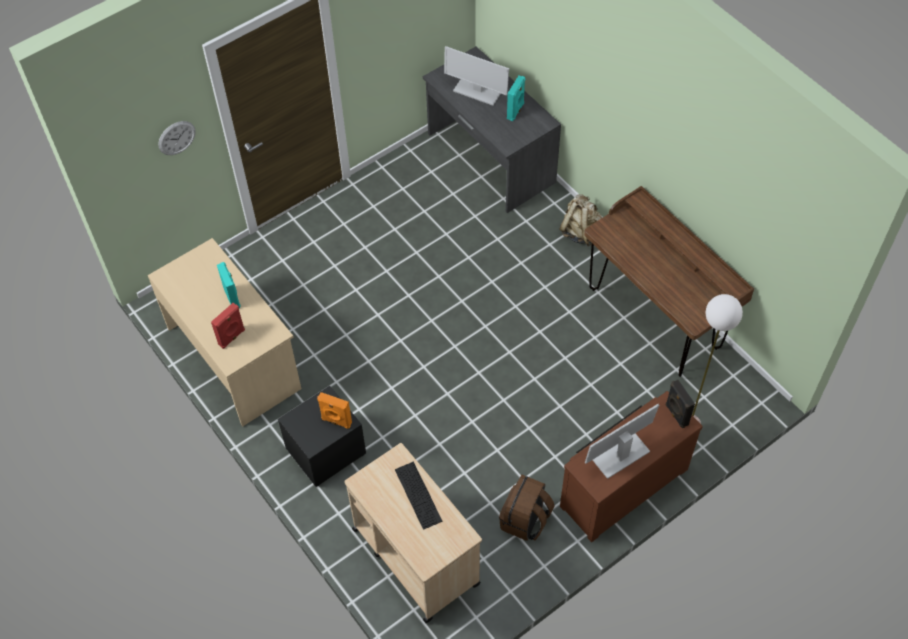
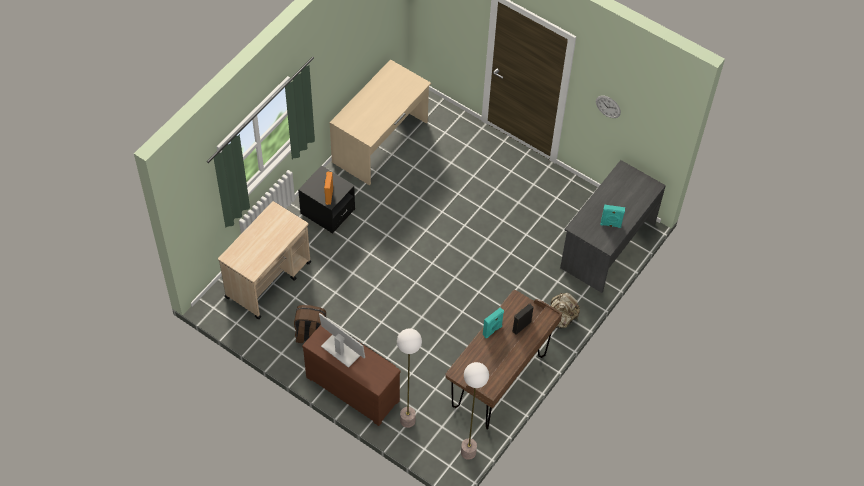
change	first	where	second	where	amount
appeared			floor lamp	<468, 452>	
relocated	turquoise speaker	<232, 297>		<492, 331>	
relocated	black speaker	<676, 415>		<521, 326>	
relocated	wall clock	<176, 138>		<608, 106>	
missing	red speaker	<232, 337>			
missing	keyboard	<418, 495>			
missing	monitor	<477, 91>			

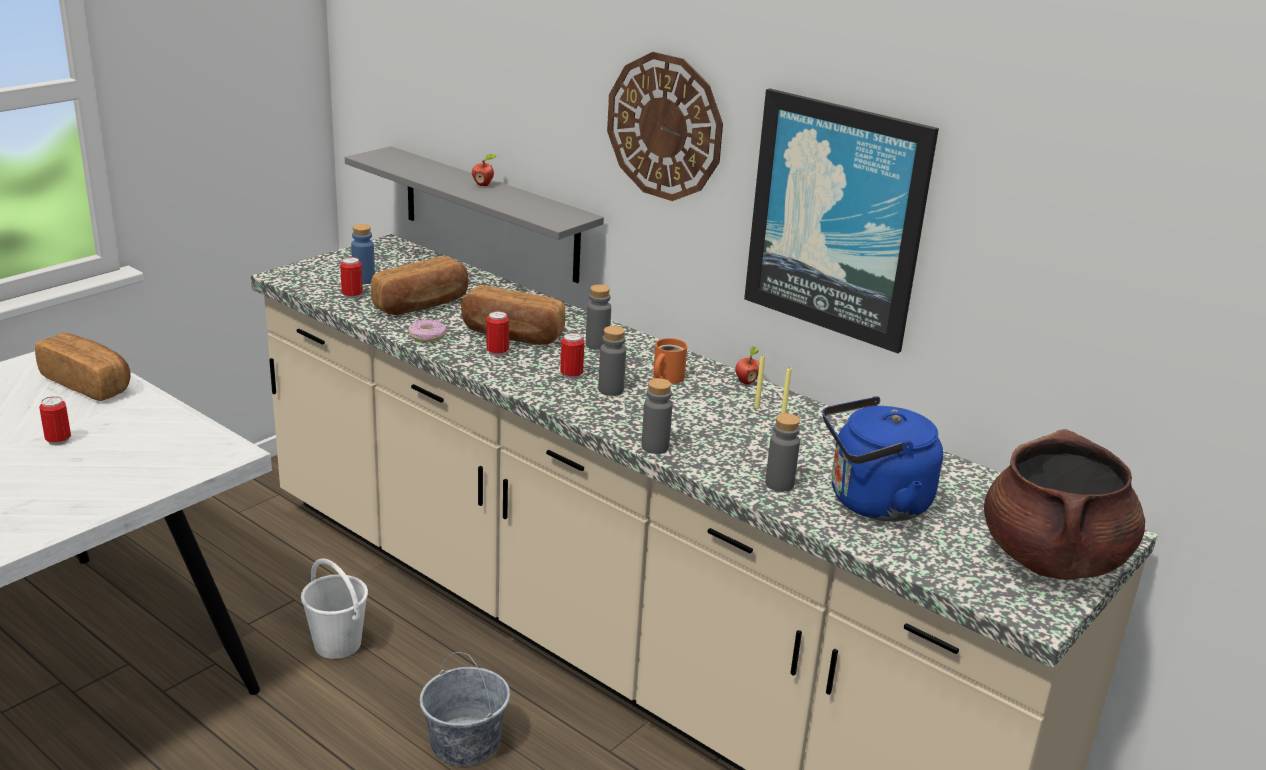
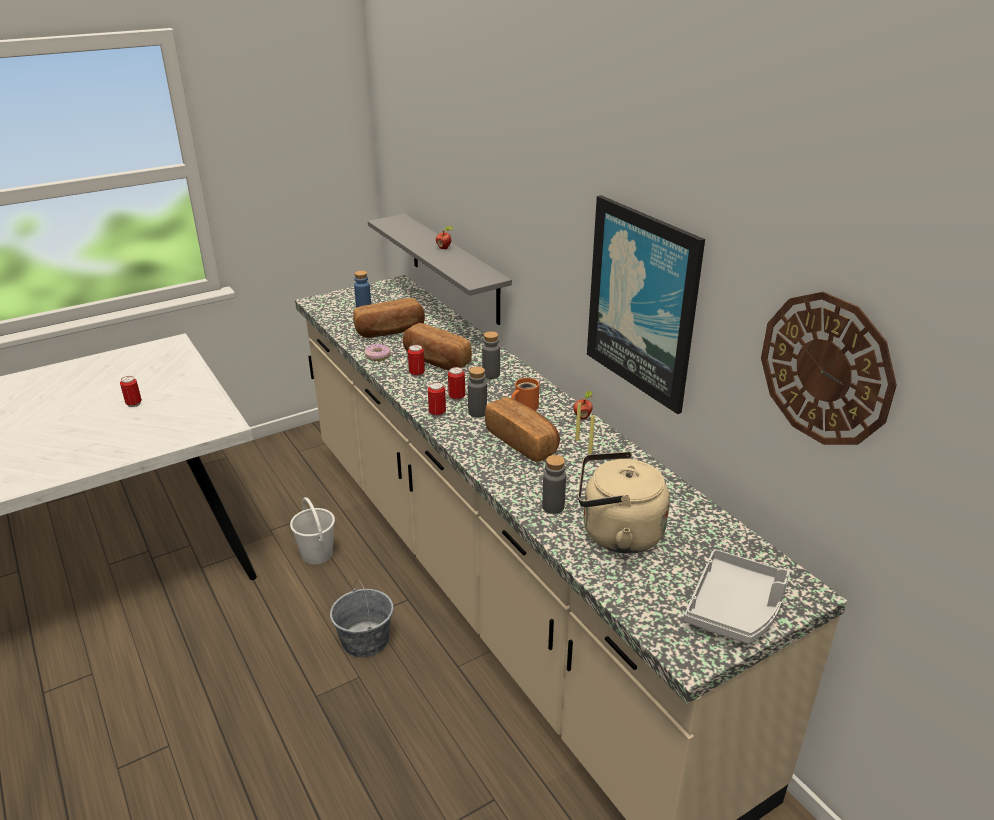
change	first	where	second	where	amount
relocated	can	<352, 296>		<437, 413>	
relocated	bread	<88, 383>		<523, 441>	
colour	blue kettle	<873, 503>	beige kettle	<616, 534>	
exchanged	brown cooking pot	<1052, 559>	grey tray	<735, 608>	
relocated	wall clock	<665, 127>		<826, 369>	
missing	grey bottle	<655, 447>			

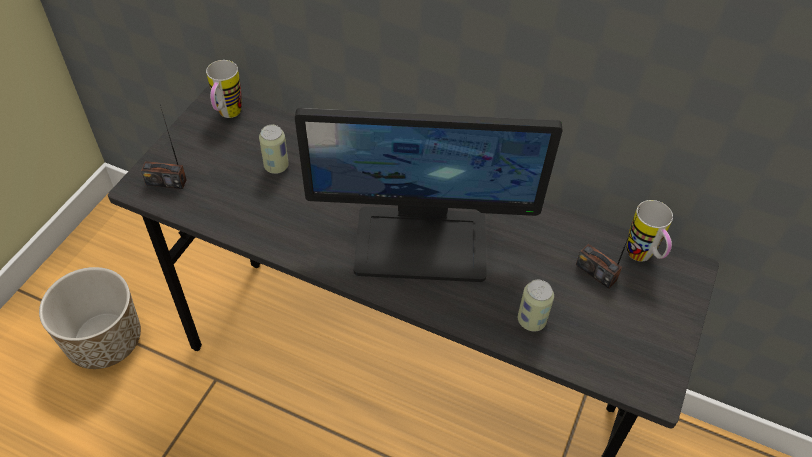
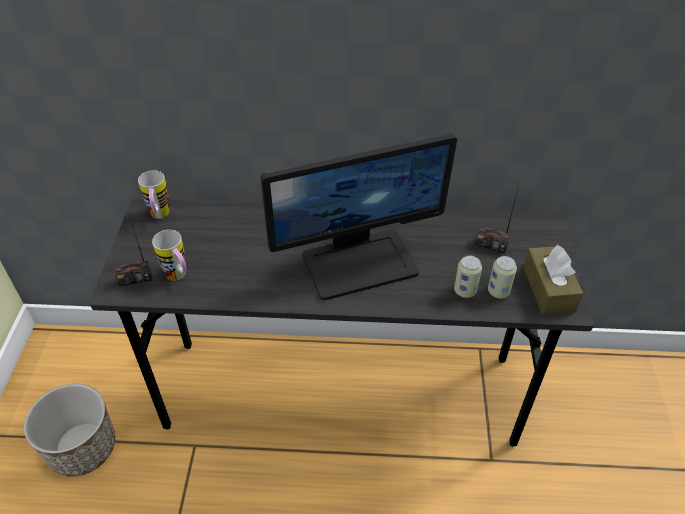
change	first	where	second	where	amount
relocated	mug	<643, 258>		<179, 277>	
relocated	can	<276, 166>		<498, 291>	
appeared			brown tissue box	<548, 289>	

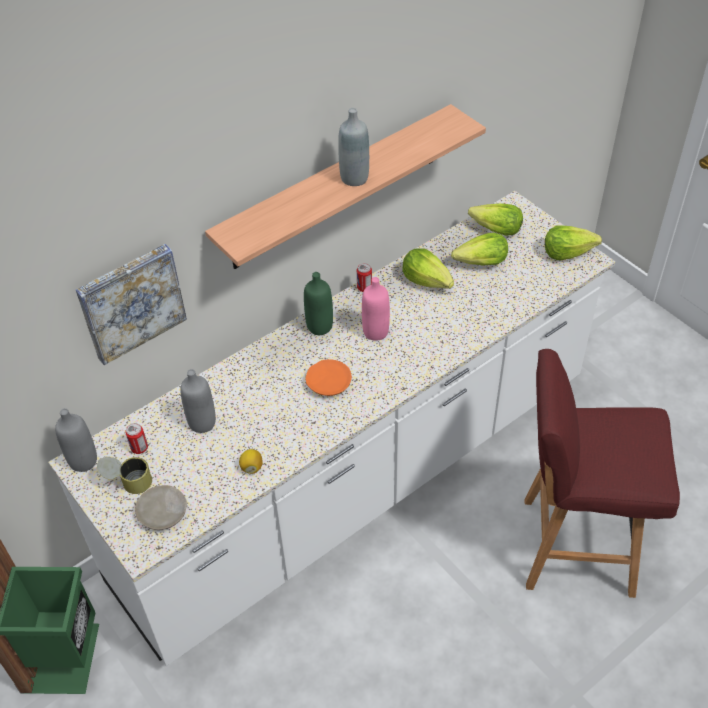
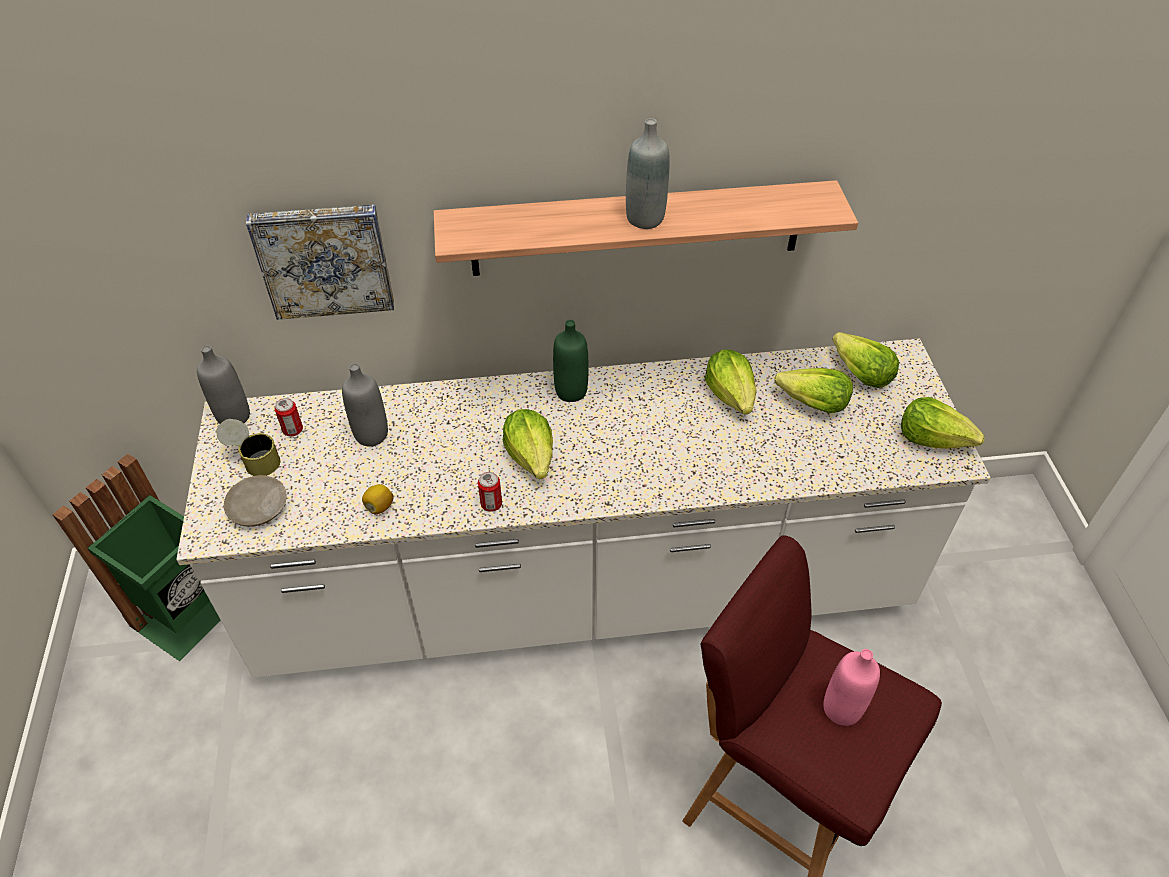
change	first	where	second	where	amount
relocated	can	<364, 288>		<491, 504>	
exchanged	orange plate	<328, 382>	lettuce	<531, 456>	
relocated	pink bottle	<375, 332>		<842, 708>	

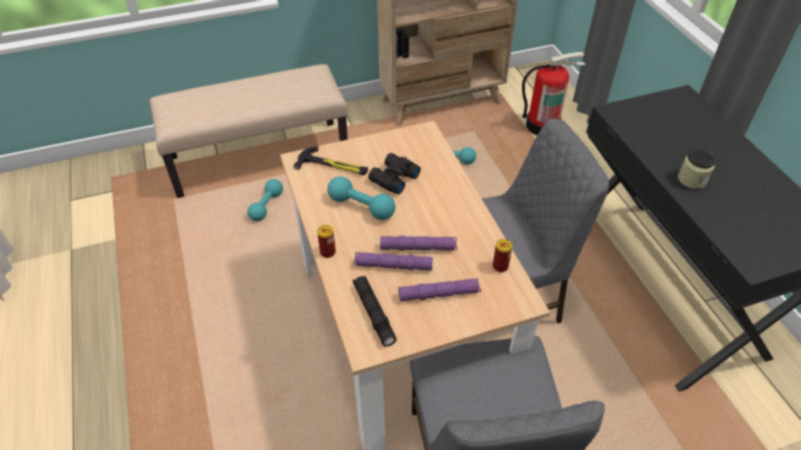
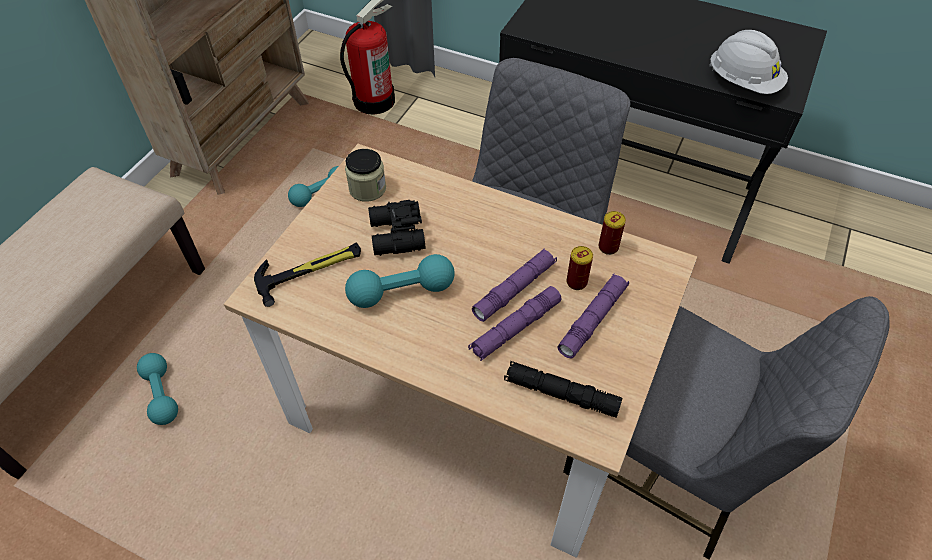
change	first	where	second	where	amount
relocated	jar	<692, 179>		<367, 189>	
relocated	can	<328, 252>		<576, 282>	
appeared			white hard hat	<743, 83>	

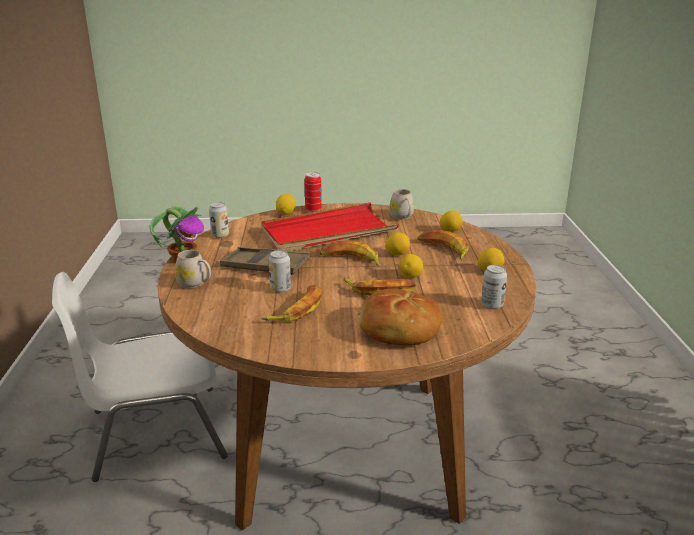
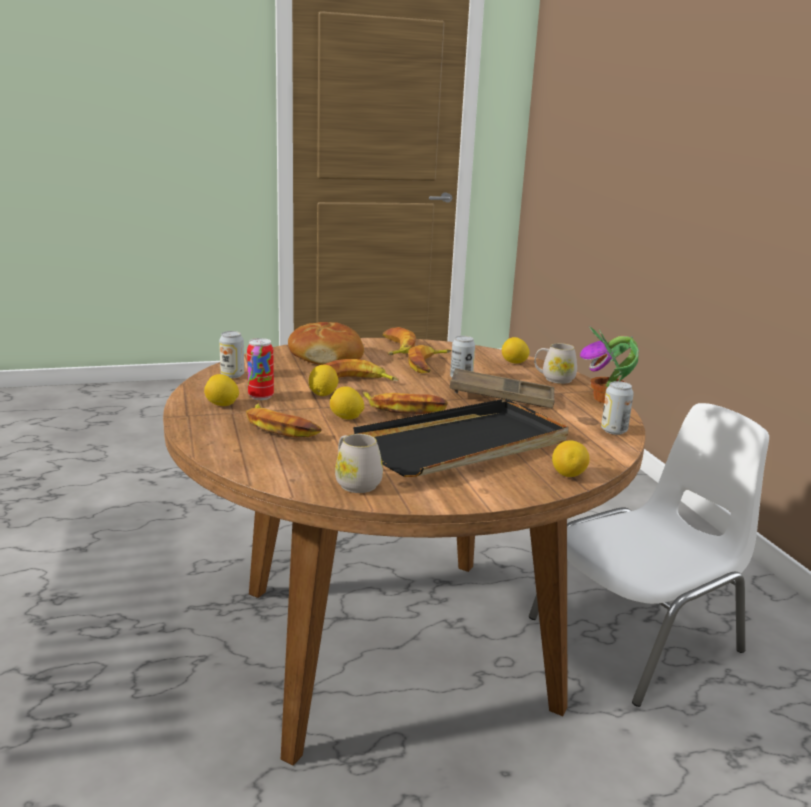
change	first	where	second	where	amount
relocated	can	<313, 210>		<261, 396>	
colour	red tray	<328, 232>	black tray	<465, 444>	
appeared			banana	<395, 348>	
relocated	lemon	<450, 231>		<514, 363>	

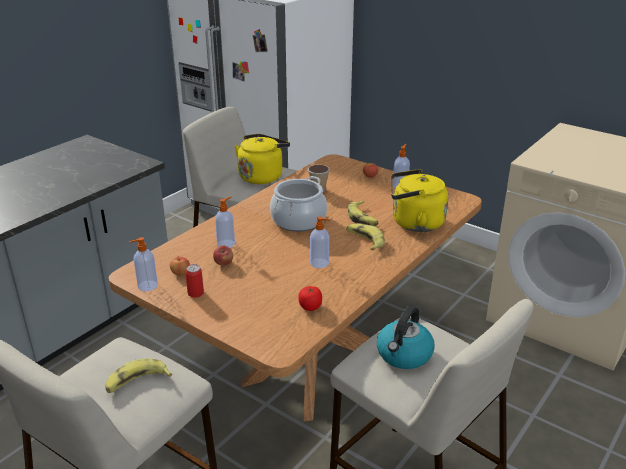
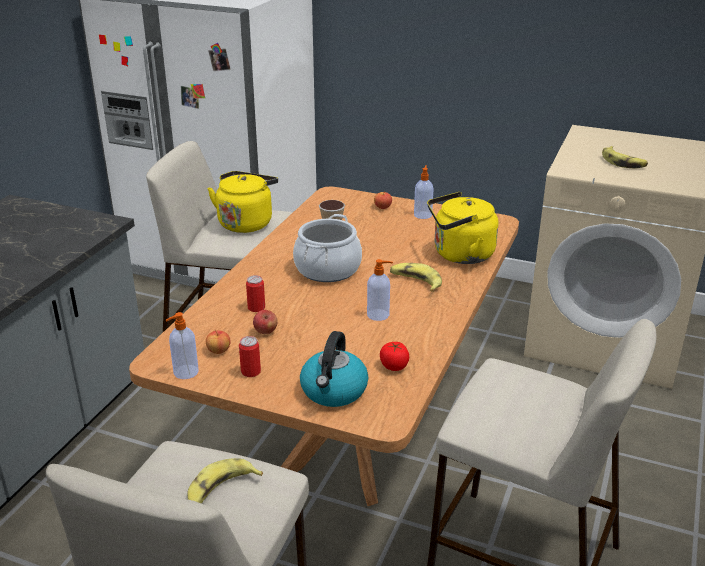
change	first	where	second	where	amount
exchanged	soap dispenser	<226, 244>	can	<256, 308>	
relocated	kettle	<404, 355>		<334, 391>	
relocated	banana	<363, 218>		<623, 162>	

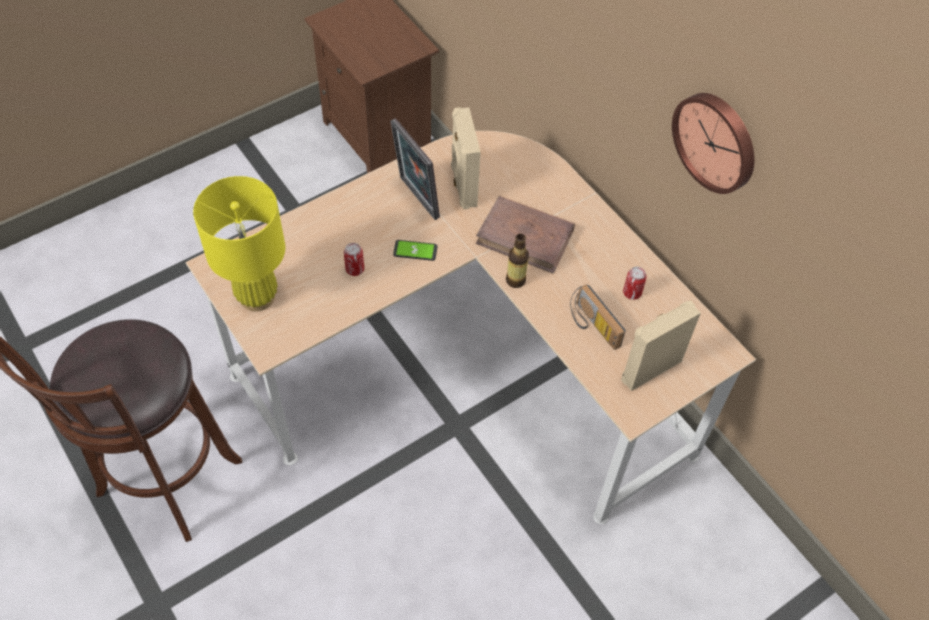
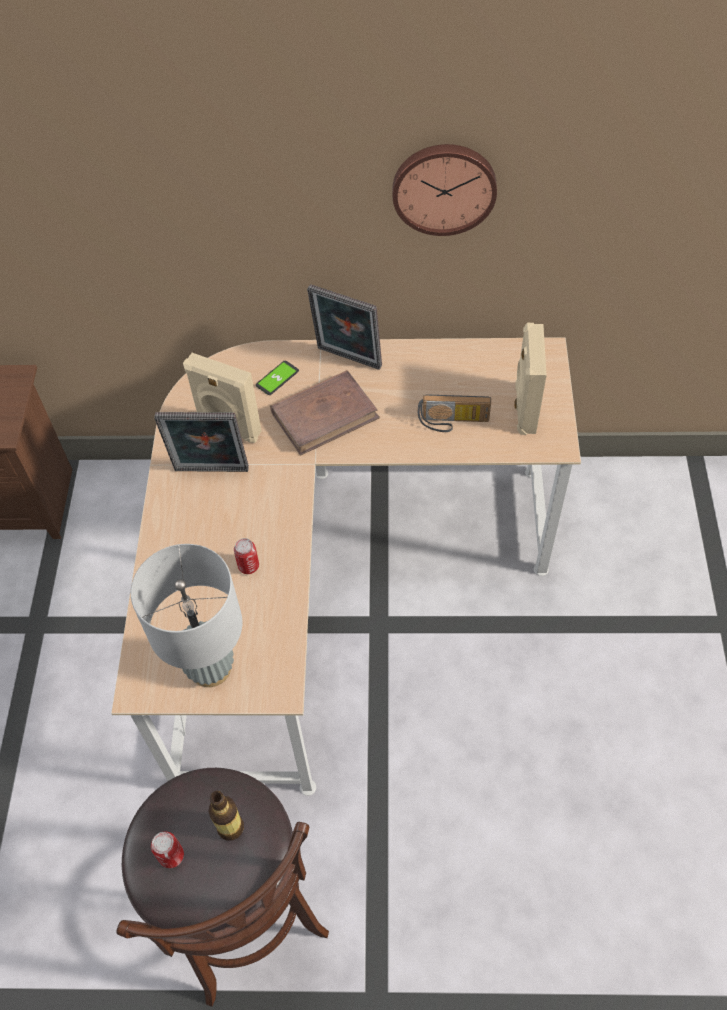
change	first	where	second	where	amount
colour	yellow table lamp	<257, 296>	grey table lamp	<210, 667>	
relocated	can	<632, 293>		<171, 855>	
relocated	bottle	<515, 280>		<230, 827>	
relocated	phone	<415, 251>		<277, 378>	
appeared			picture frame	<347, 360>	

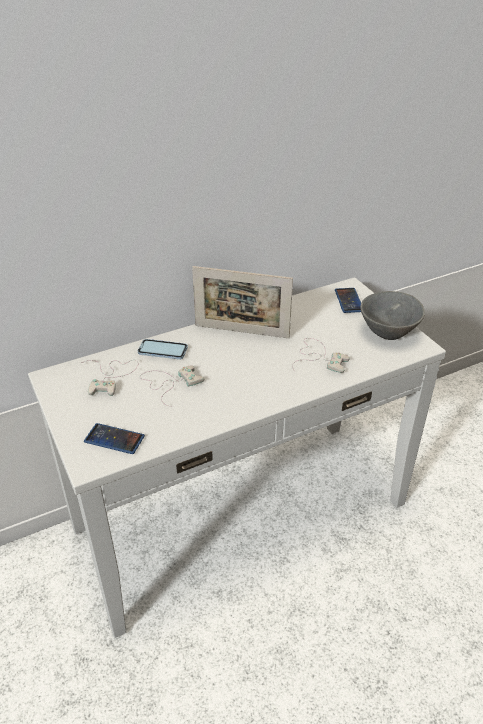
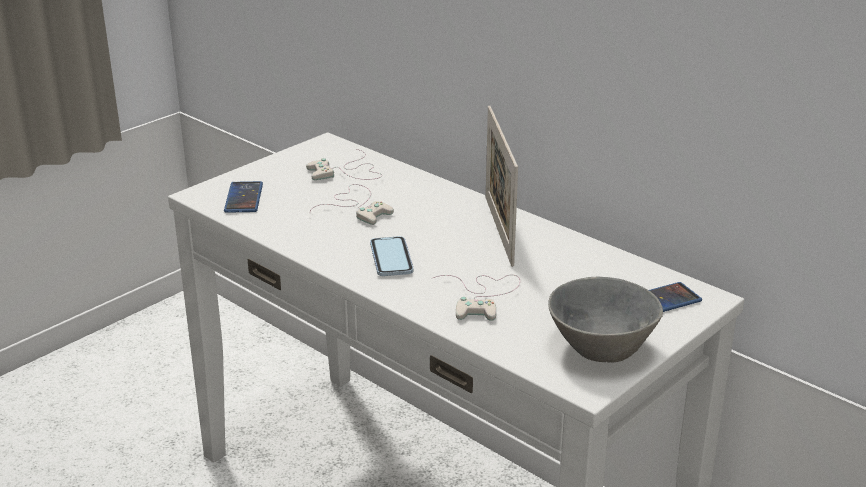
change	first	where	second	where	amount
relocated	phone	<163, 350>		<391, 258>	

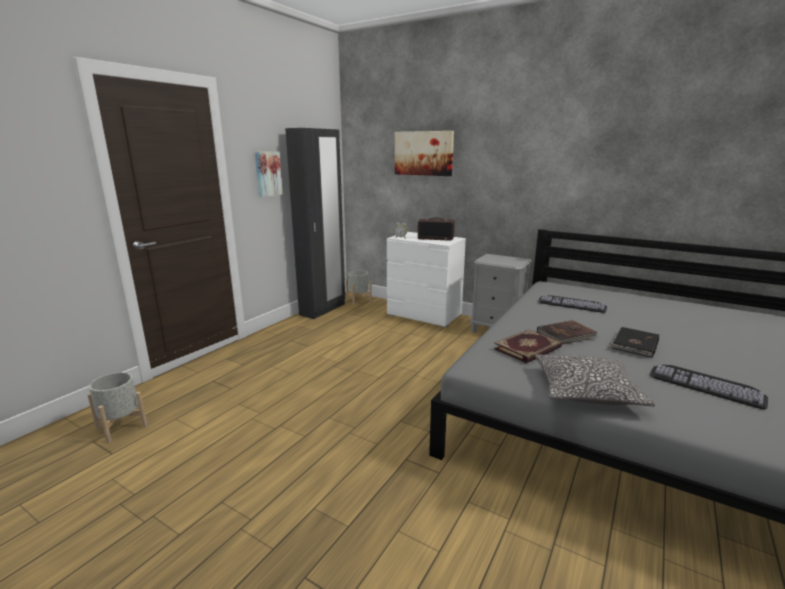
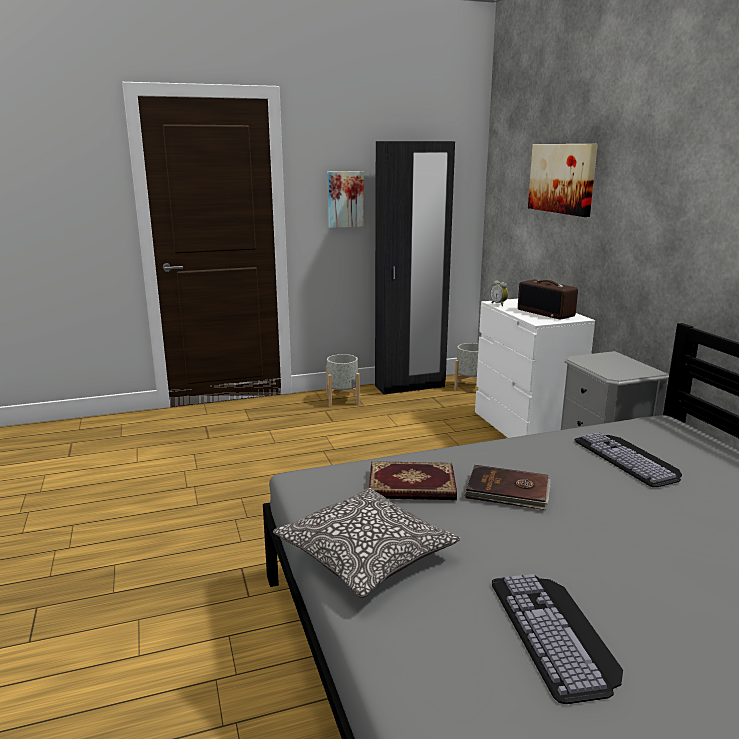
change	first	where	second	where	amount
relocated	grey planter	<121, 426>		<342, 400>	
missing	black book	<634, 344>			

